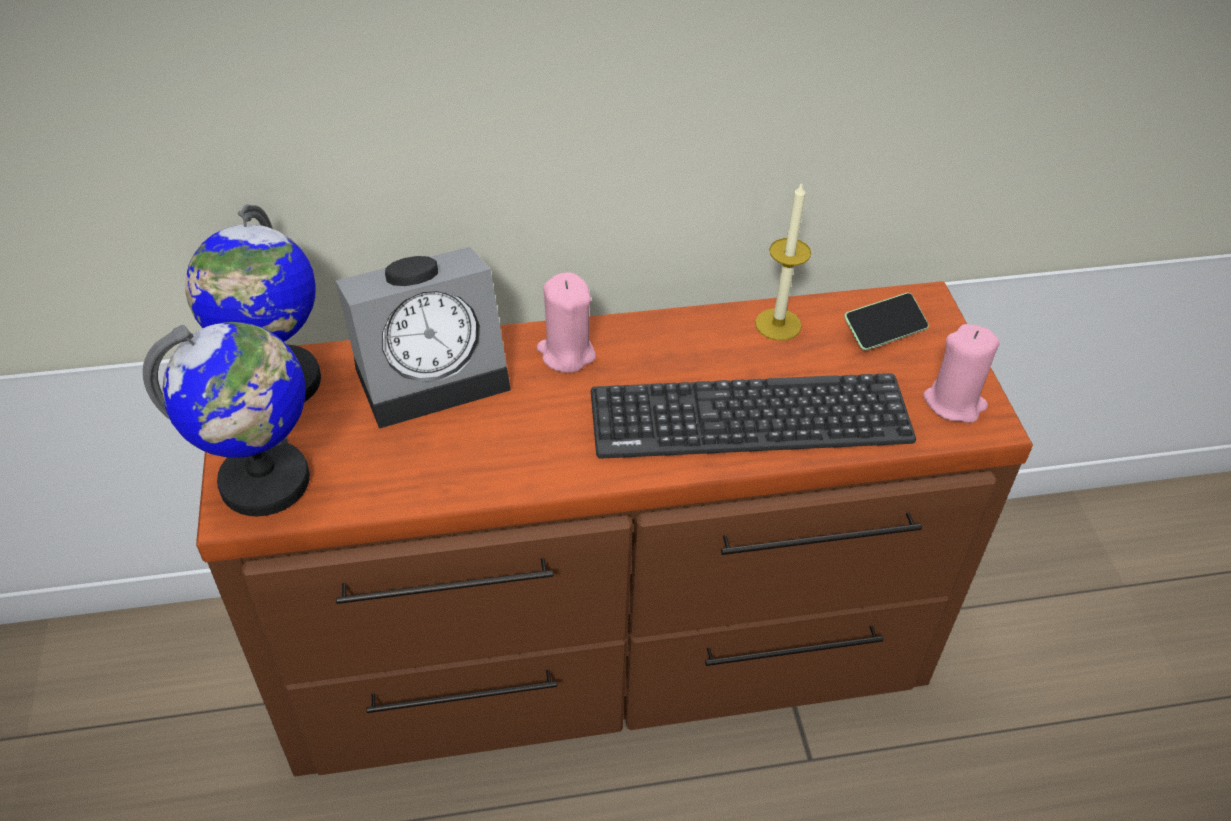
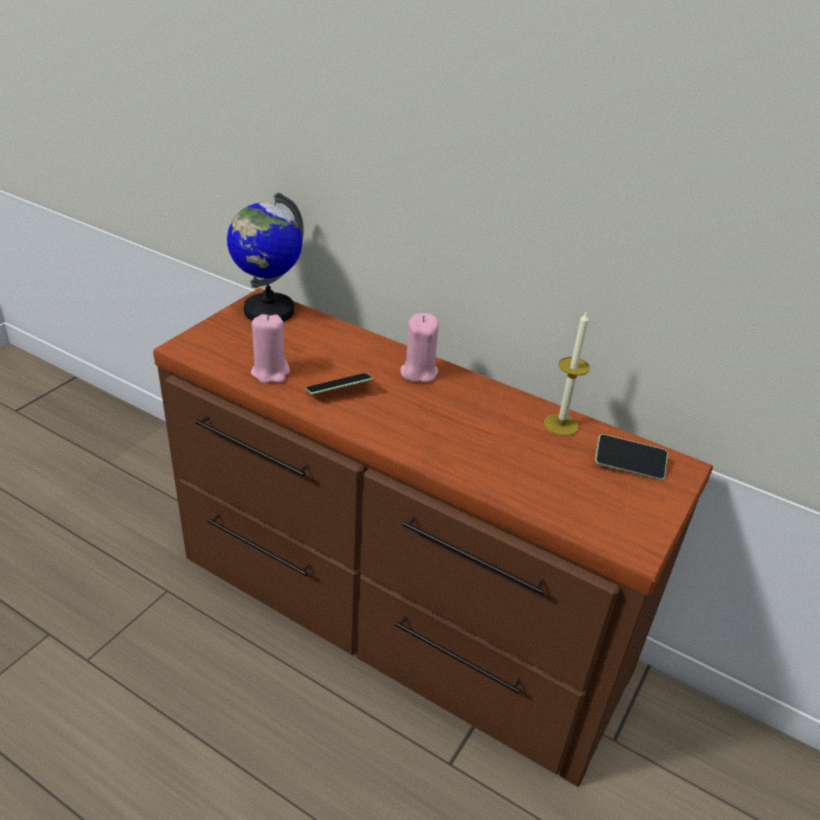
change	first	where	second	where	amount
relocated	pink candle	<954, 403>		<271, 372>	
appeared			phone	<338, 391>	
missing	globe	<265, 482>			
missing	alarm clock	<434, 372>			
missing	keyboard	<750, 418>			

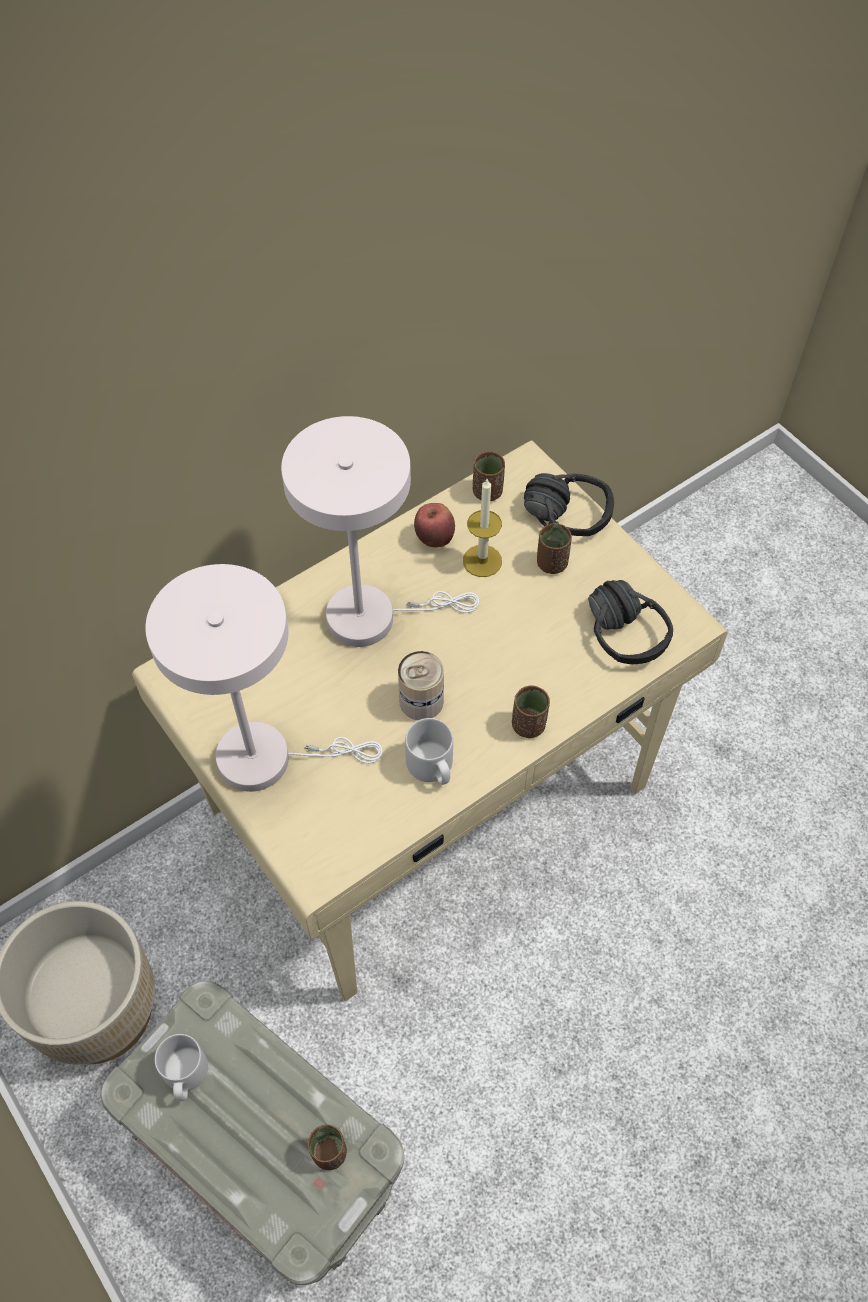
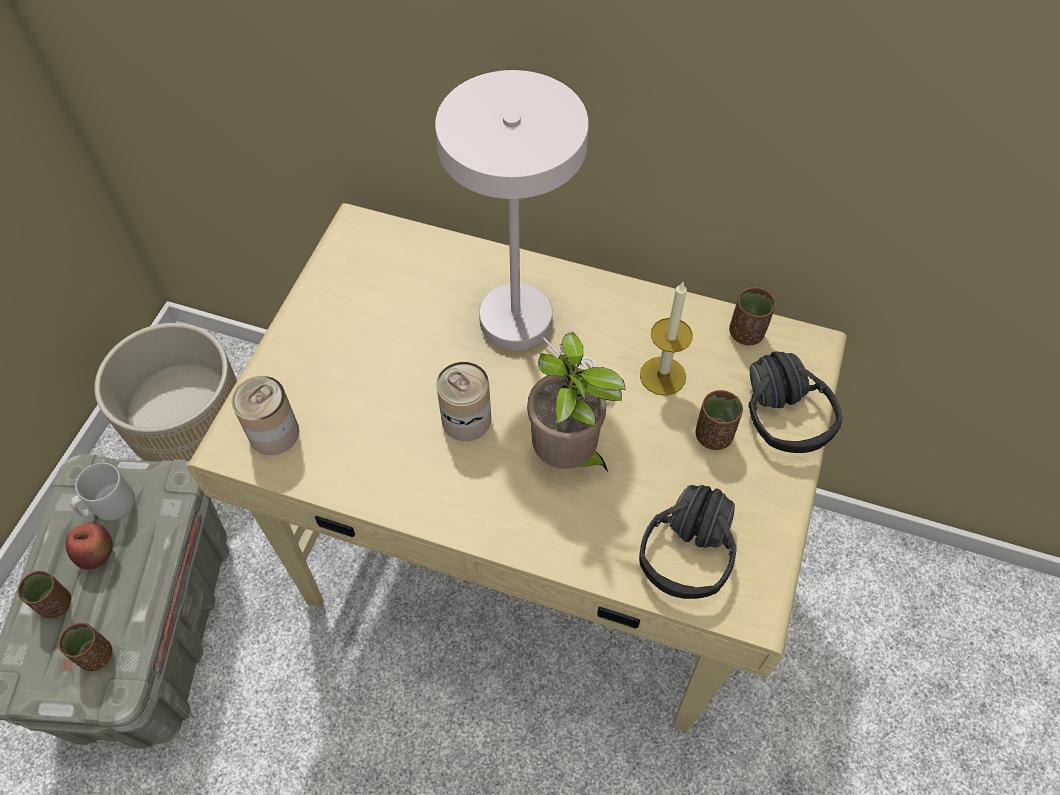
change	first	where	second	where	amount
relocated	brown cup	<528, 725>		<56, 604>	
relocated	apple	<434, 538>		<98, 555>	
appeared			can	<274, 433>	
appeared			potted plant	<568, 456>	
missing	white table lamp	<267, 757>			
missing	grey mug	<432, 767>			

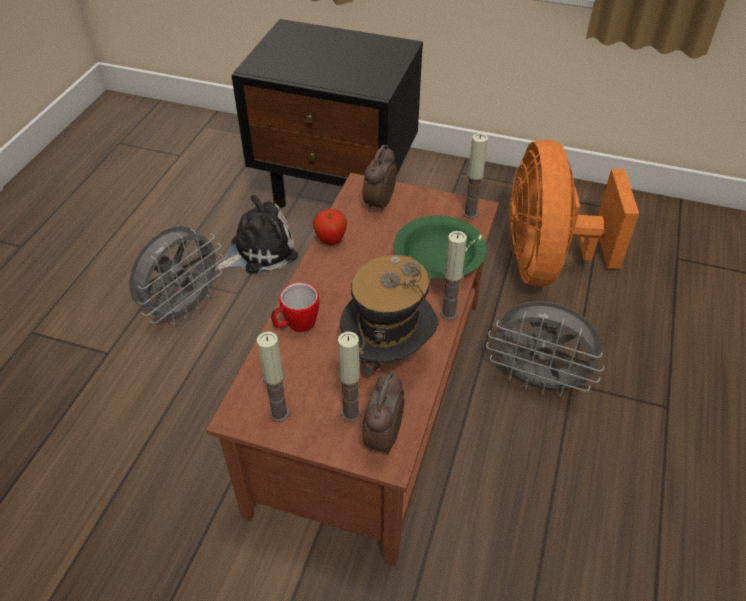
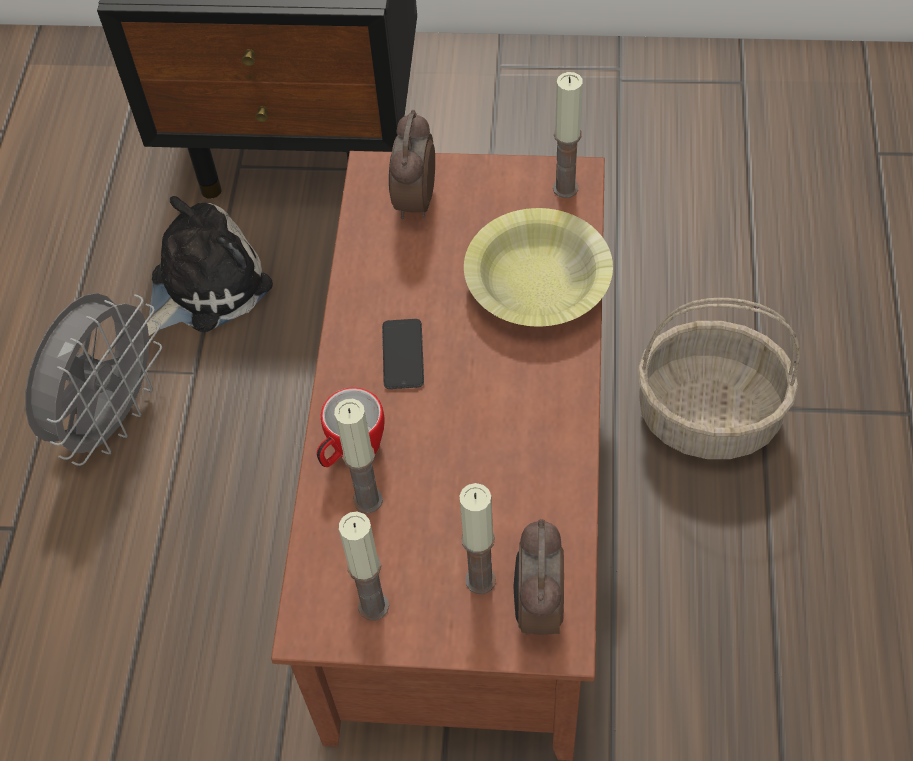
change	first	where	second	where	amount
relocated	candle	<449, 313>		<368, 500>	
appeared			phone	<403, 354>	
colour	green bowl	<439, 258>	yellow bowl	<538, 283>	
exchanged	grey fan	<538, 380>	basket	<710, 415>	
missing	apple	<331, 241>			
missing	hat	<388, 356>			
missing	orange fan	<546, 262>			

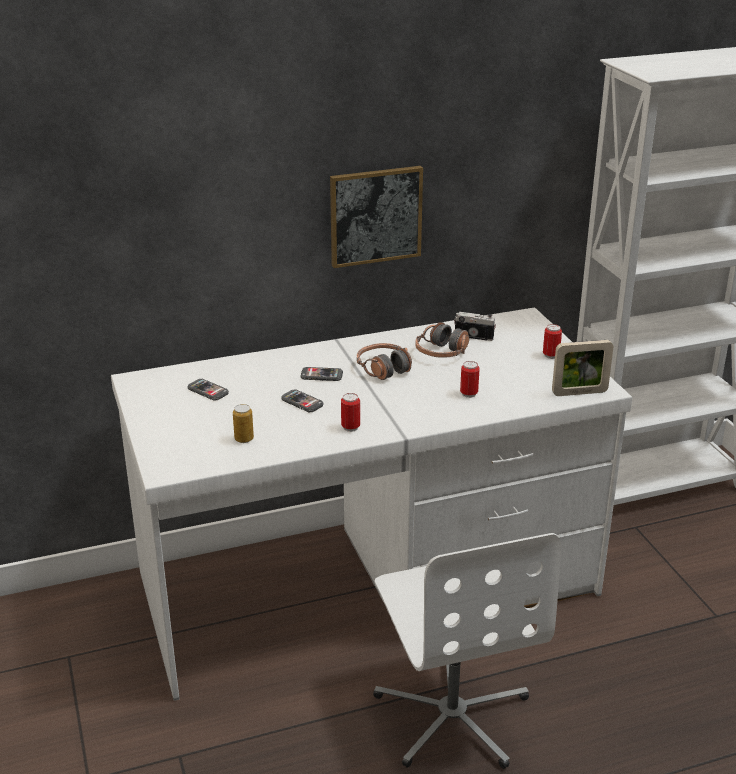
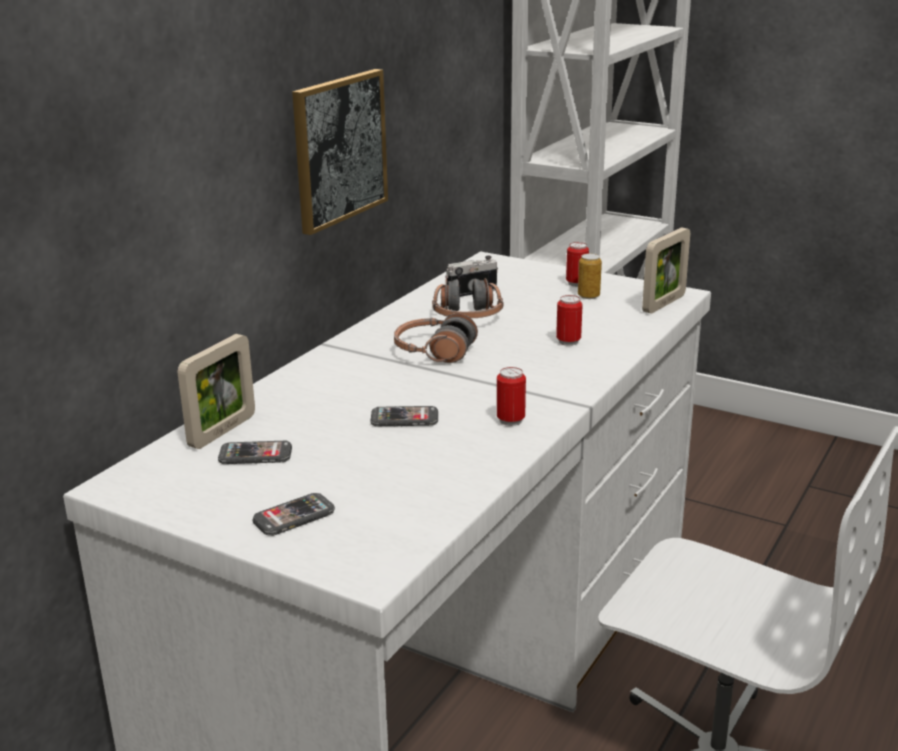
change	first	where	second	where	amount
appeared			picture frame	<222, 431>	
relocated	phone	<321, 375>		<294, 517>	
relocated	can	<244, 439>		<588, 296>	

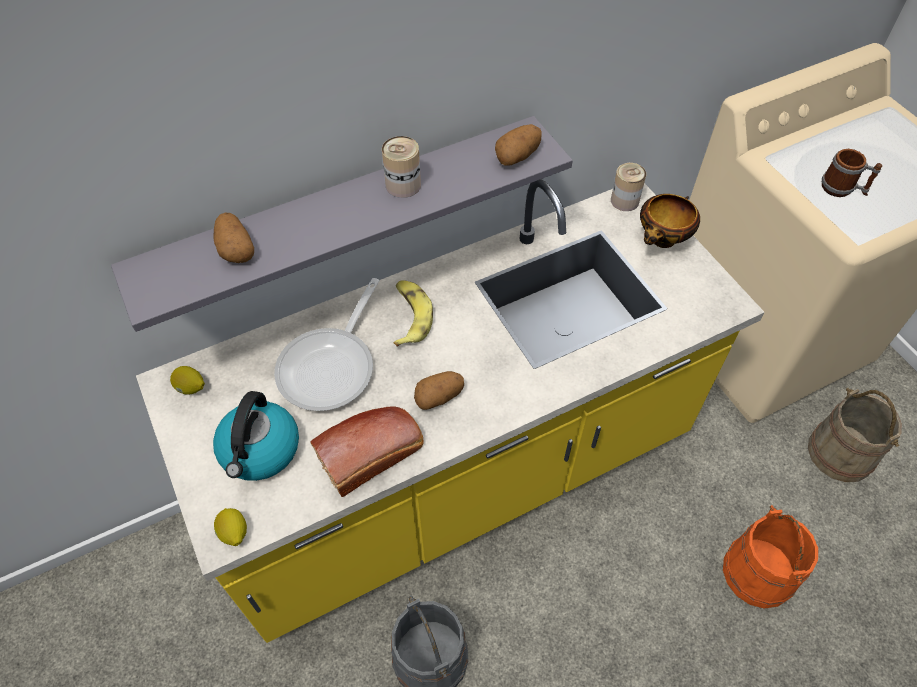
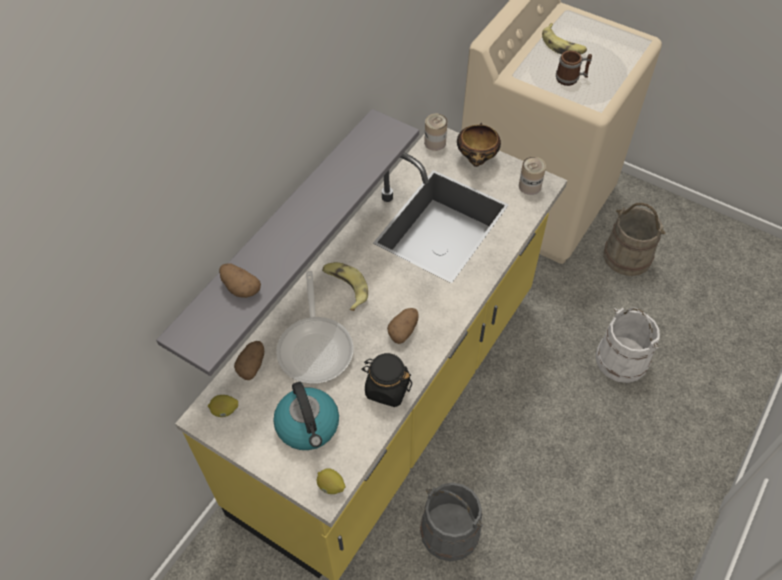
change	first	where	second	where	amount
relocated	potato	<517, 156>		<252, 365>	
exchanged	bread	<373, 454>	black jar	<387, 388>	
relocated	can	<403, 185>		<530, 186>	
appeared			banana	<562, 45>	
colour	orange bucket	<759, 572>	white bucket	<622, 359>	

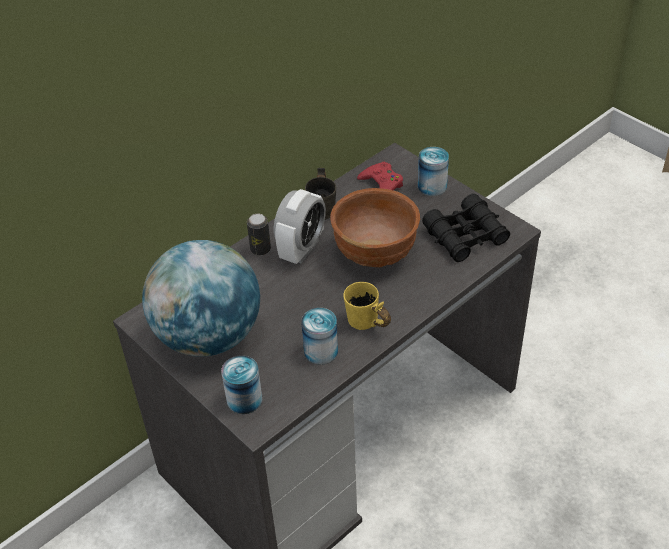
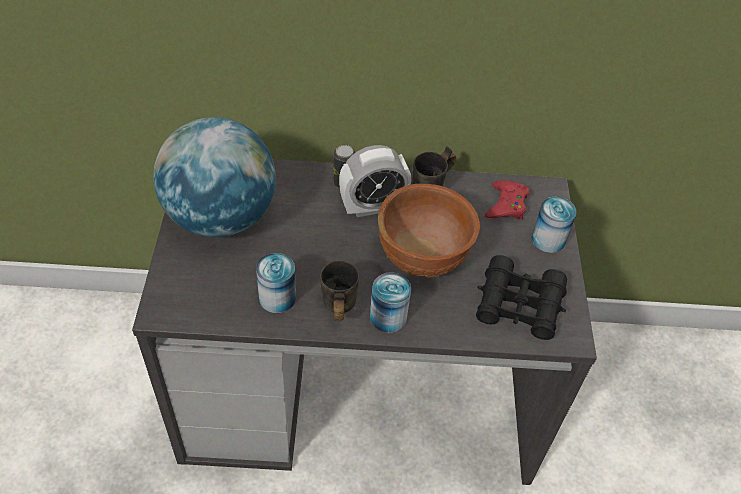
change	first	where	second	where	amount
colour	yellow mug	<365, 326>	grey mug	<335, 308>	
relocated	can	<244, 399>		<388, 317>	

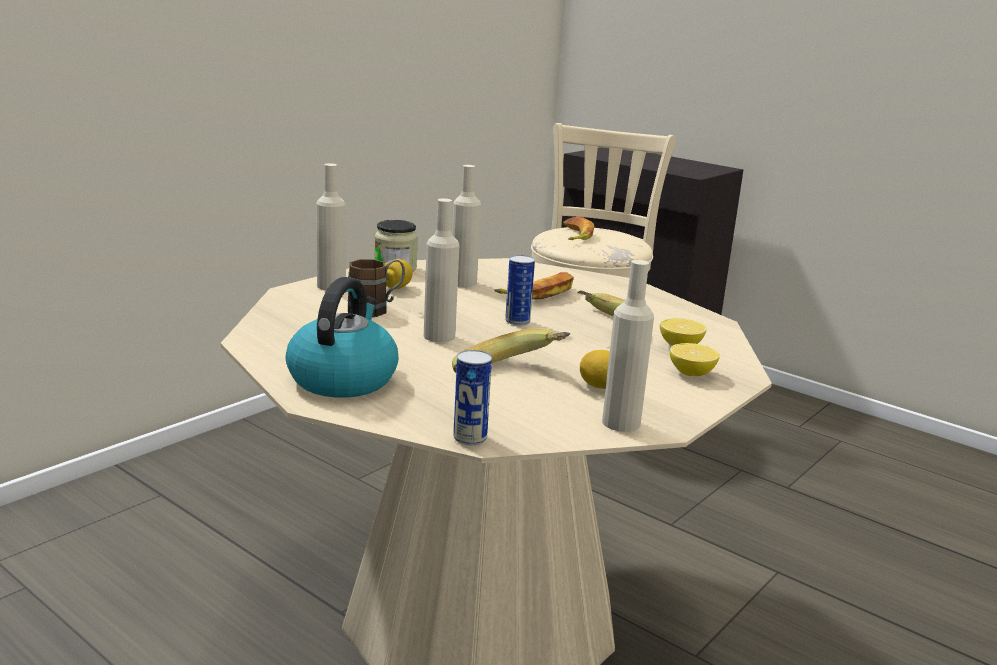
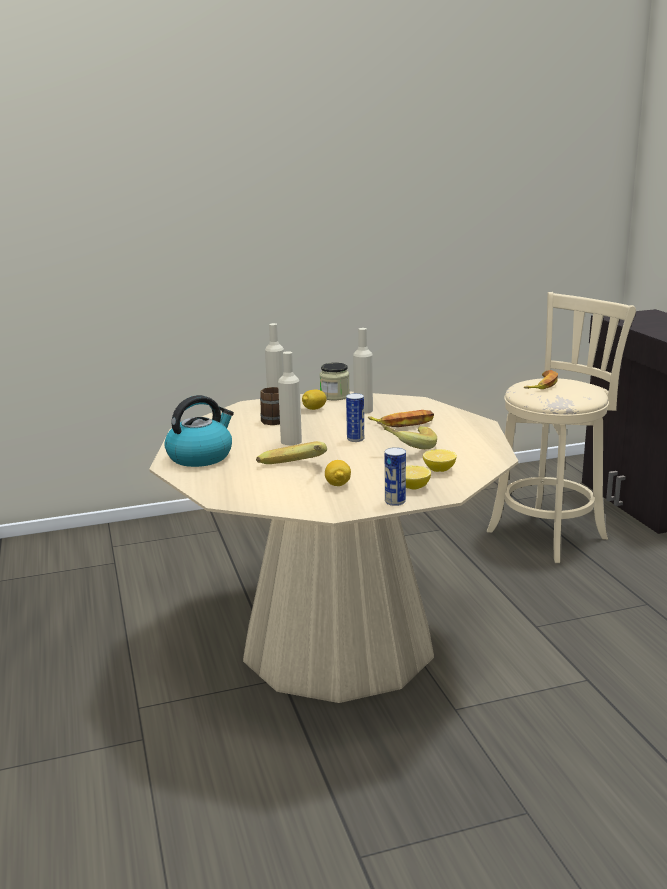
change	first	where	second	where	amount
relocated	can	<470, 438>		<395, 502>	
missing	beige bottle	<621, 423>			

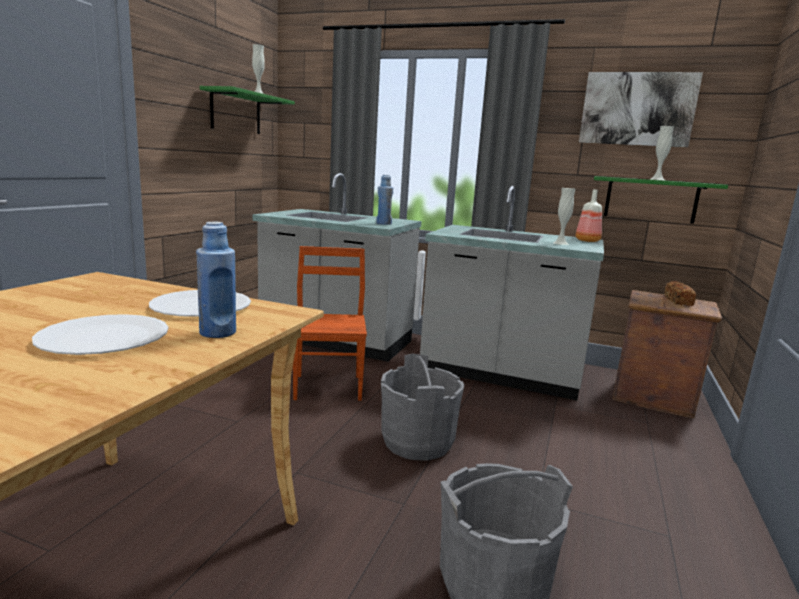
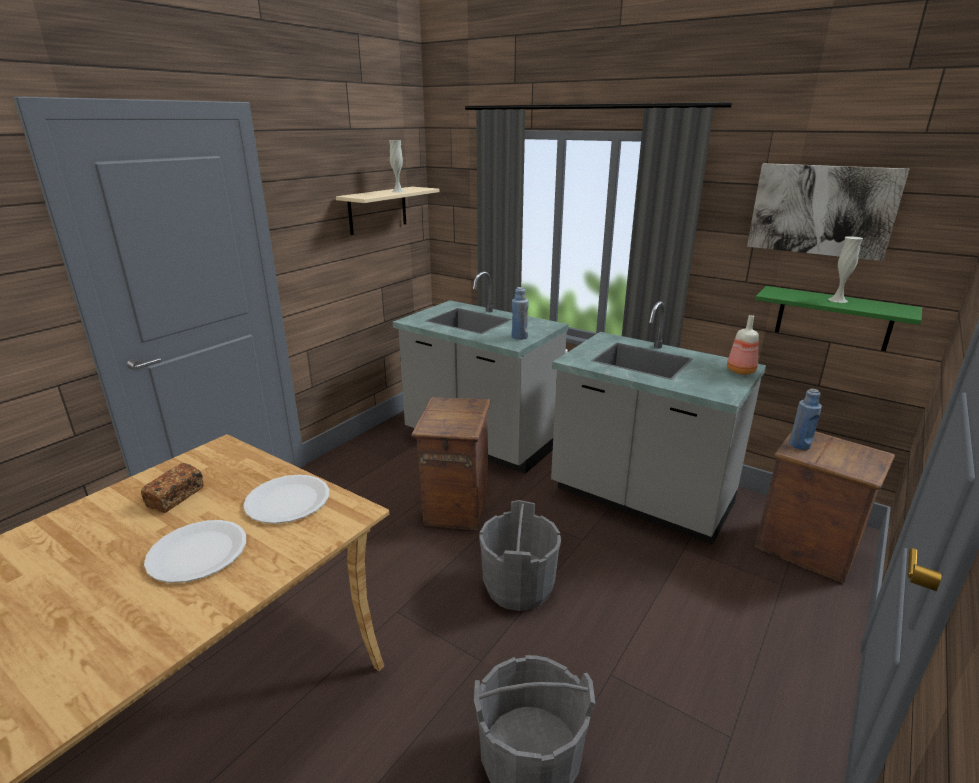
change	first	where	second	where	amount
relocated	bread	<678, 301>		<176, 497>	
colour	green shelf	<236, 112>	beige shelf	<377, 210>	
exchanged	brown chair	<329, 387>	crate	<456, 506>	
relocated	blue bottle	<218, 332>		<799, 445>	
missing	white vase	<560, 243>			

